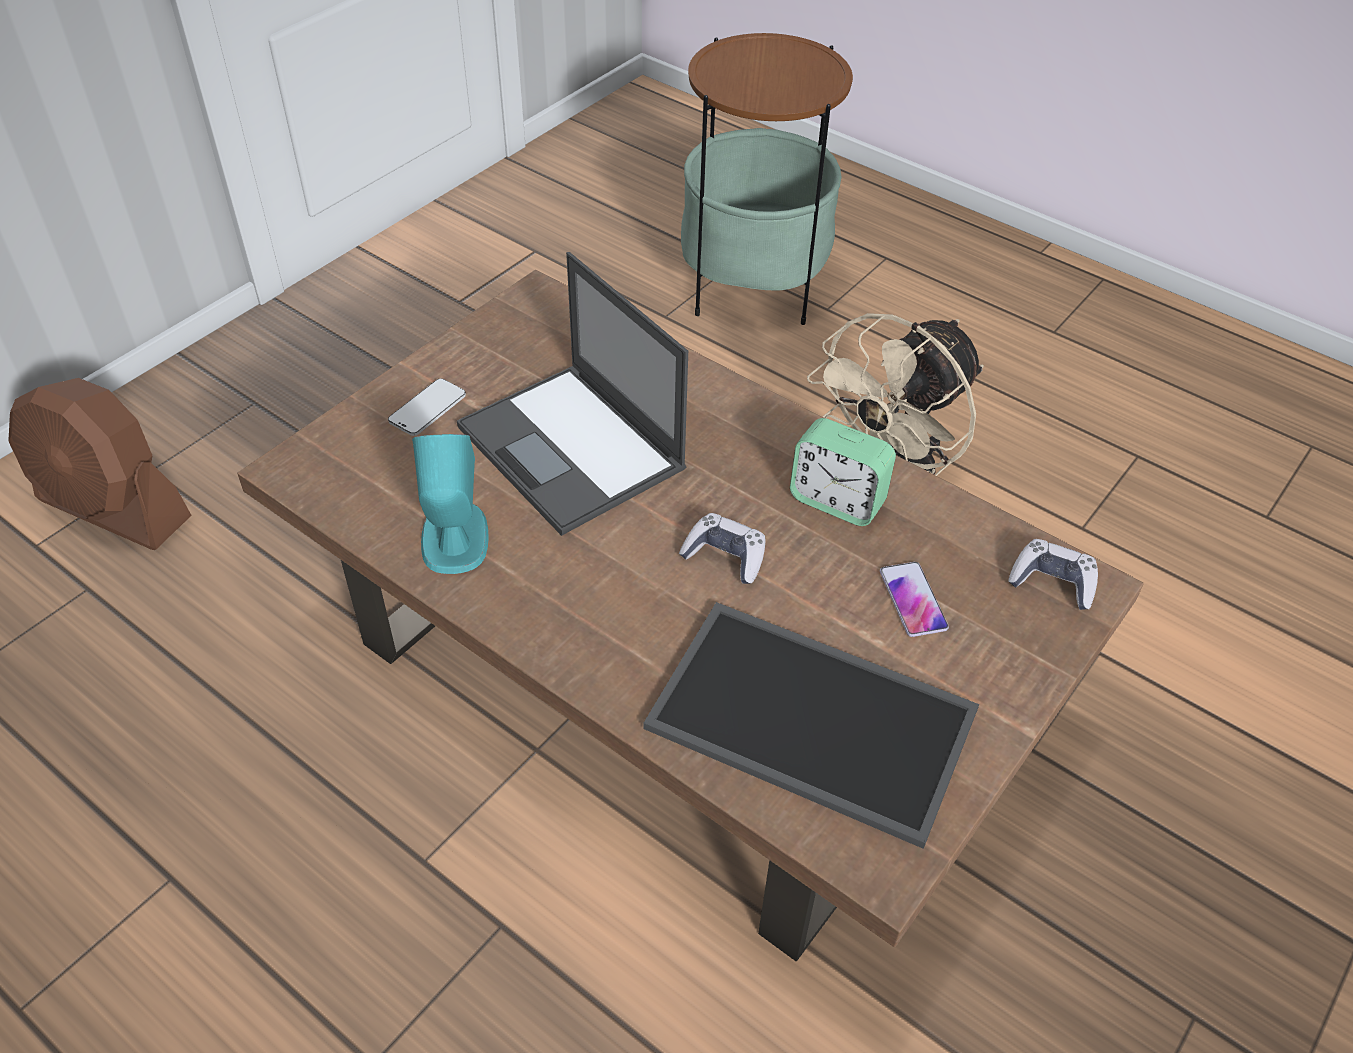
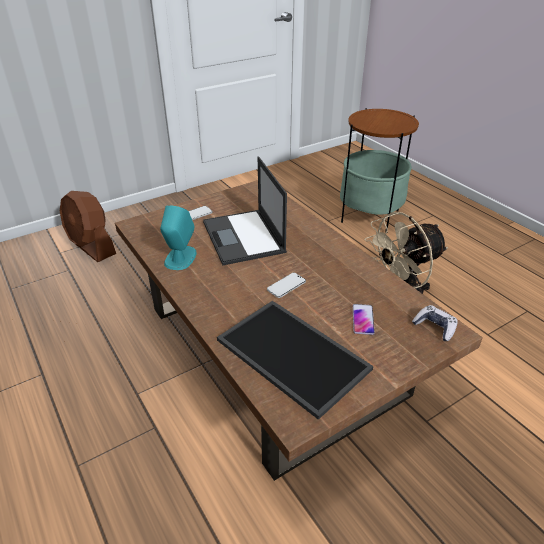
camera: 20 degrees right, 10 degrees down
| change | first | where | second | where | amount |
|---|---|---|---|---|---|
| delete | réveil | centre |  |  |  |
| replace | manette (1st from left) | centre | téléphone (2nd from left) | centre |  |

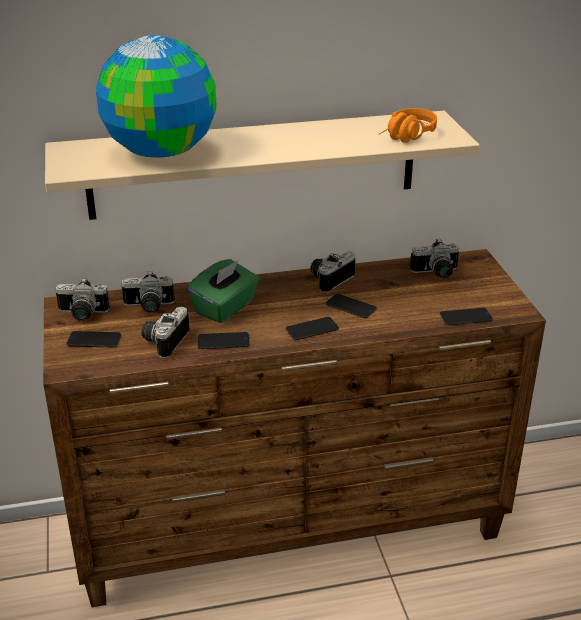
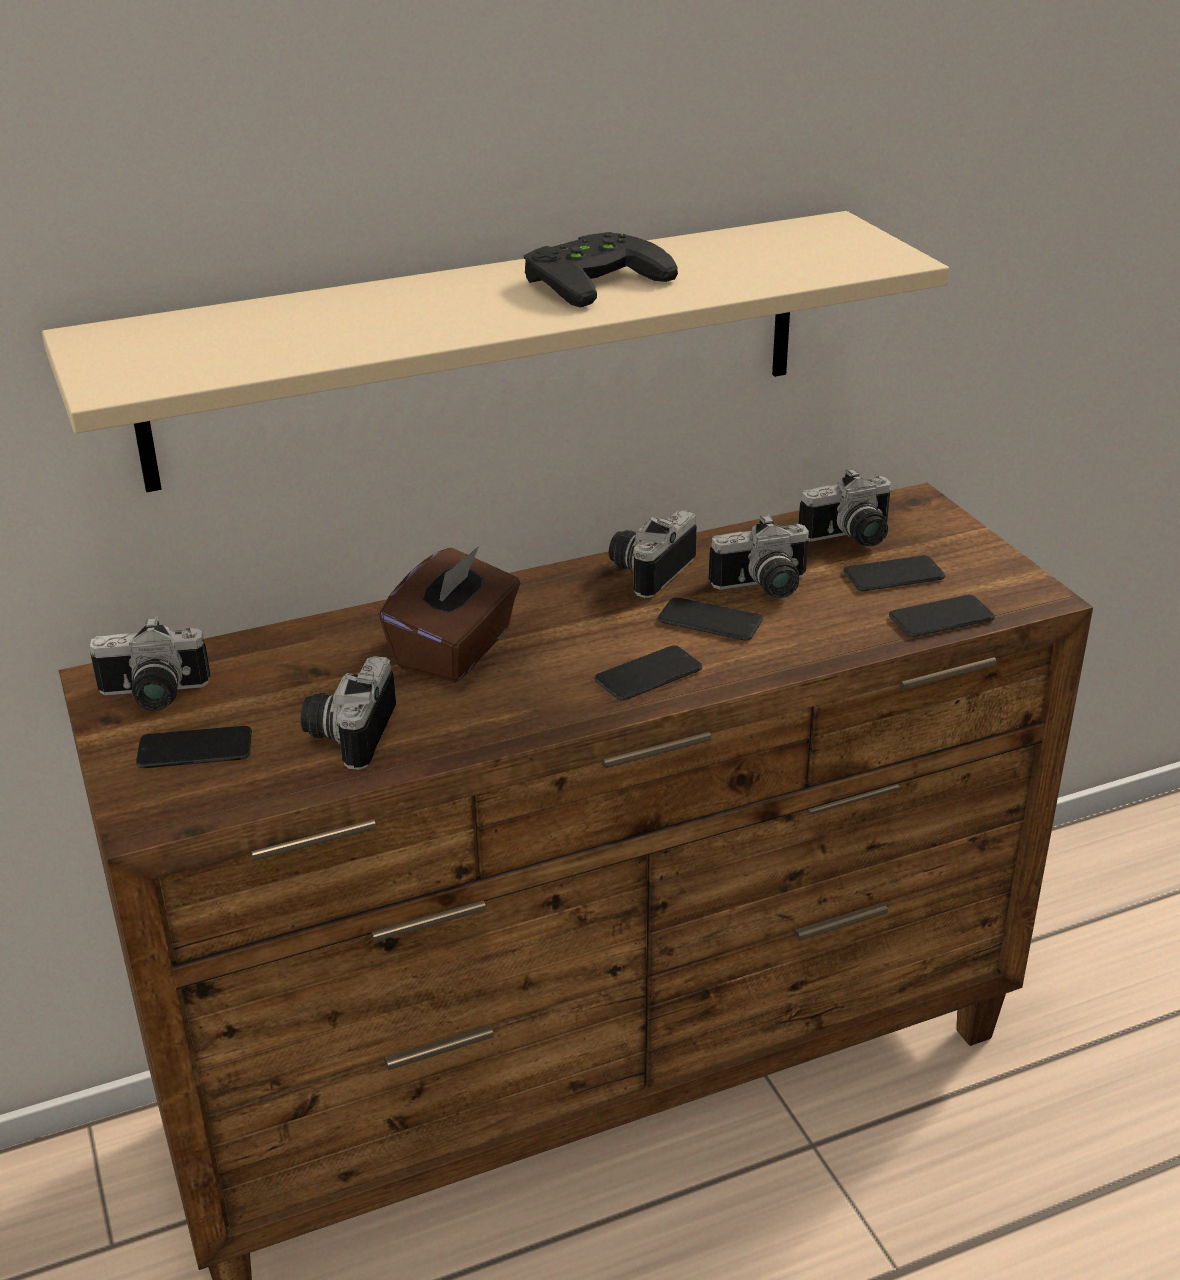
camera: 10 degrees left, 0 degrees up
| change | first | where | second | where | amount |
|---|---|---|---|---|---|
| delete | globe | top left |  |  |  |
| delete | casque audio (orange) | top right |  |  |  |
| insert |  |  | manette (noir) | top centre |  |
| move | appareil photo (2nd from left in the first image) | middle left | appareil photo (4th from left) | centre |  |
| move | téléphone (2nd from left in the first image) | centre | téléphone (4th from left) | middle right |  |
| recolor | boîte à mouchoirs (vert) | centre | boîte à mouchoirs (marron) | centre |  |

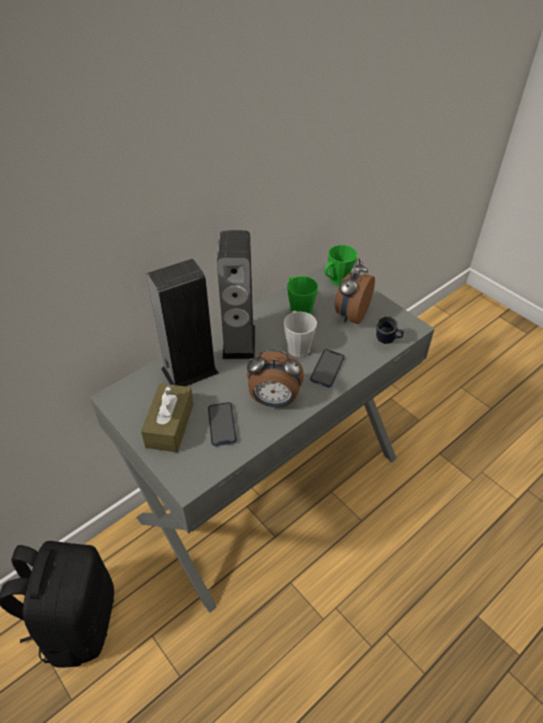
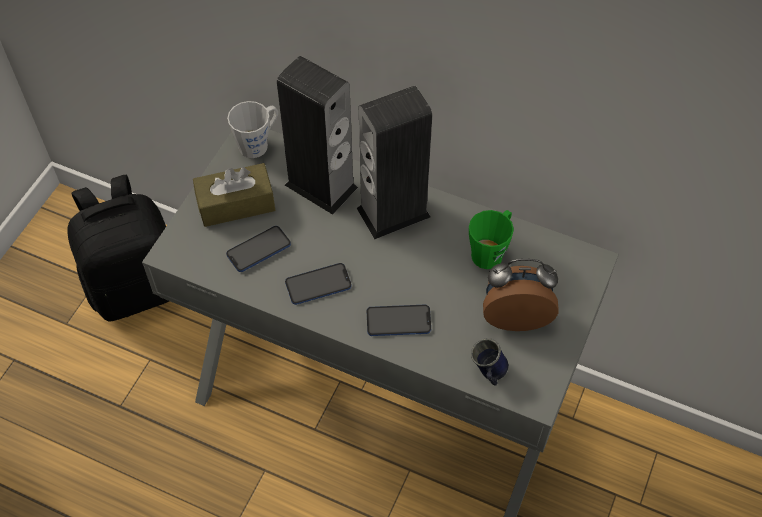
camera: 65 degrees right, 10 degrees up
| change | first | where | second | where | amount |
|---|---|---|---|---|---|
| delete | mug (vert) (2nd from left) | centre |  |  |  |
| move | mug (gris) | centre |  | top left |  |
| replace | réveil (1st from left) | centre | téléphone (2nd from left) | centre |  |

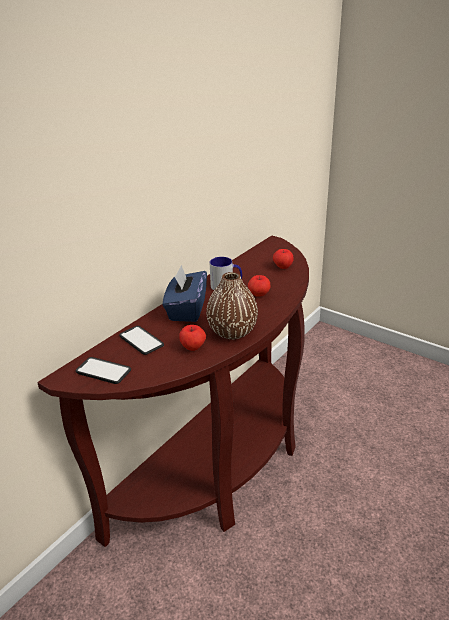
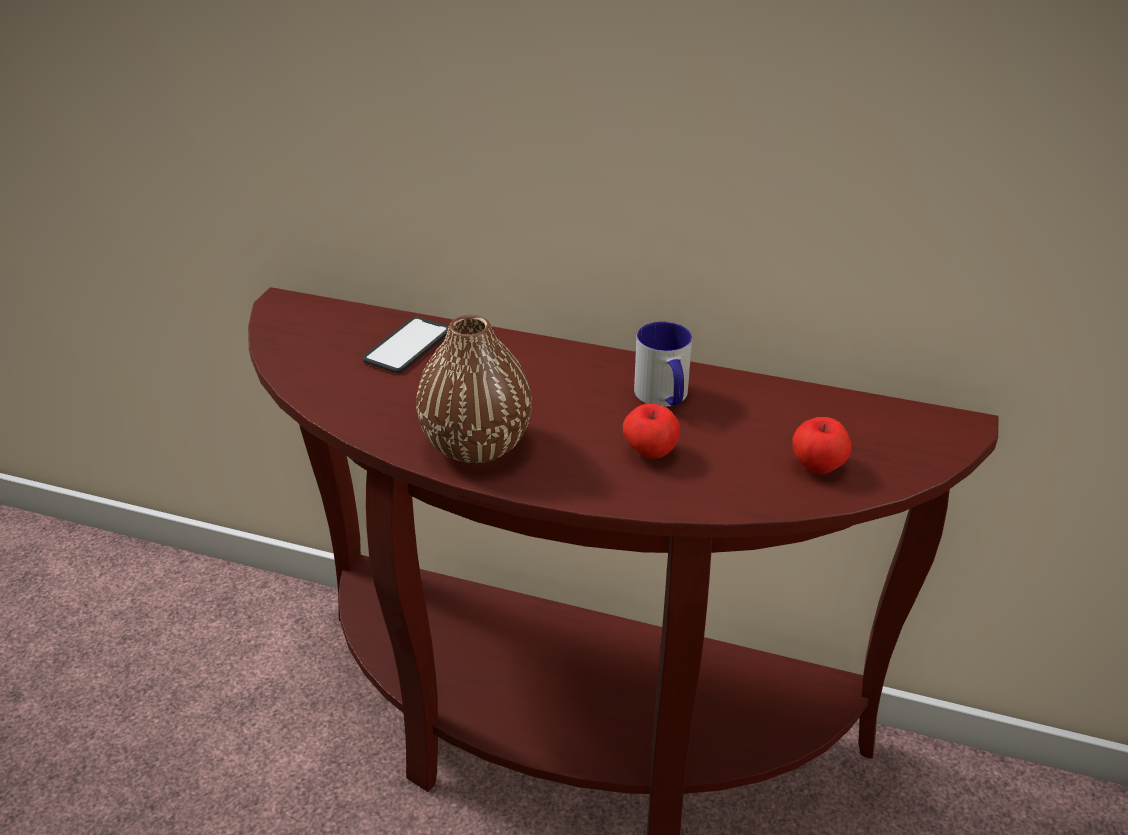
camera: 70 degrees right, 5 degrees up
| change | first | where | second | where | amount |
|---|---|---|---|---|---|
| delete | téléphone (1st from left) | middle left |  |  |  |
| delete | boîte à mouchoirs (bleu) | centre |  |  |  |
| delete | pomme (1st from left) | centre |  |  |  |

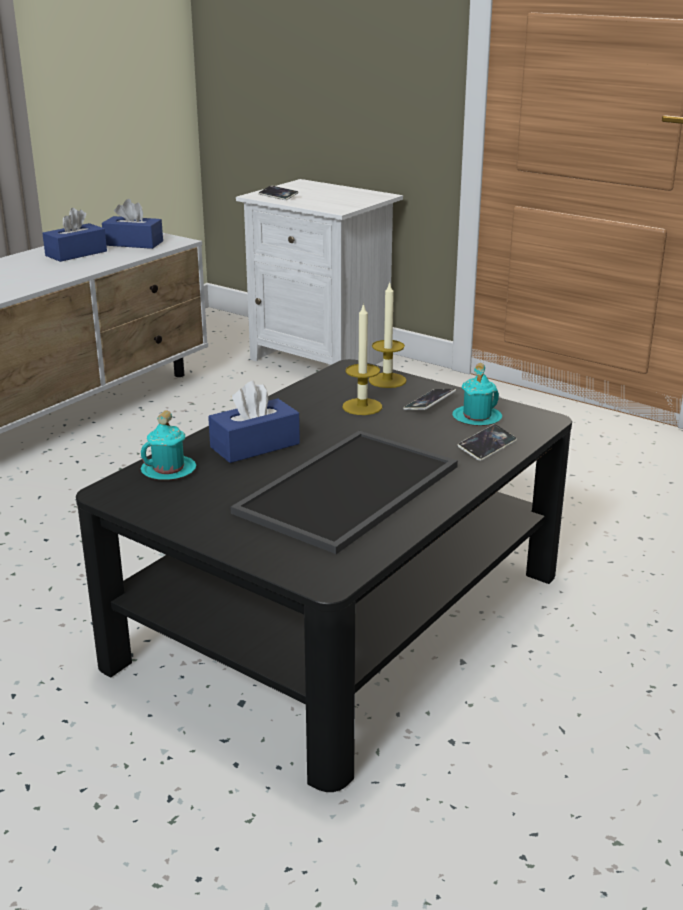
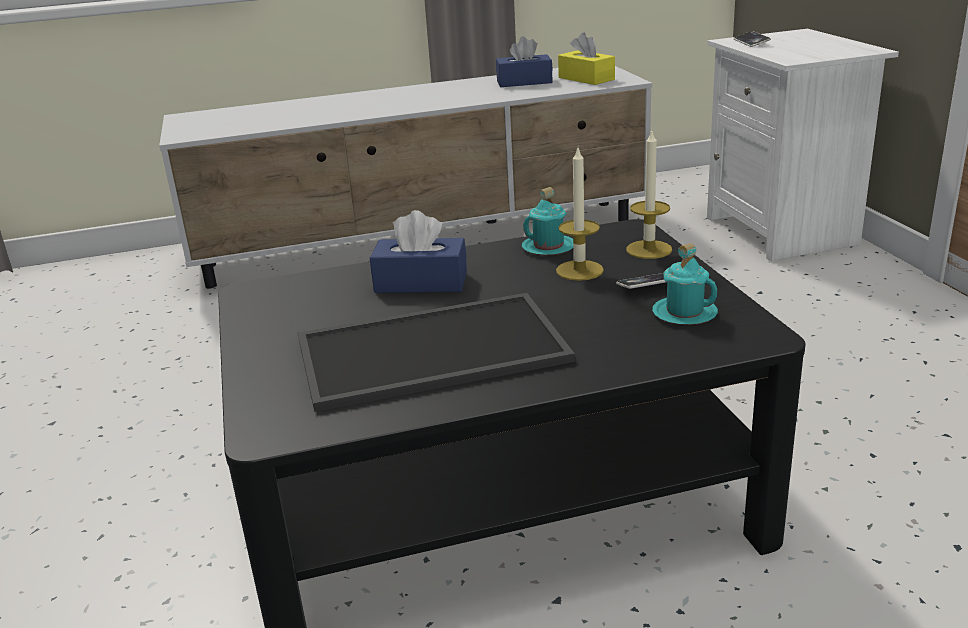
camera: 40 degrees right, 0 degrees up
| change | first | where | second | where | amount |
|---|---|---|---|---|---|
| delete | téléphone (3rd from left) | middle right |  |  |  |
| move | mug (turquoise) (1st from left) | middle left |  | centre |  |
| recolor | boîte à mouchoirs (bleu) (2nd from left) | top left | boîte à mouchoirs (jaune) | top centre |  |

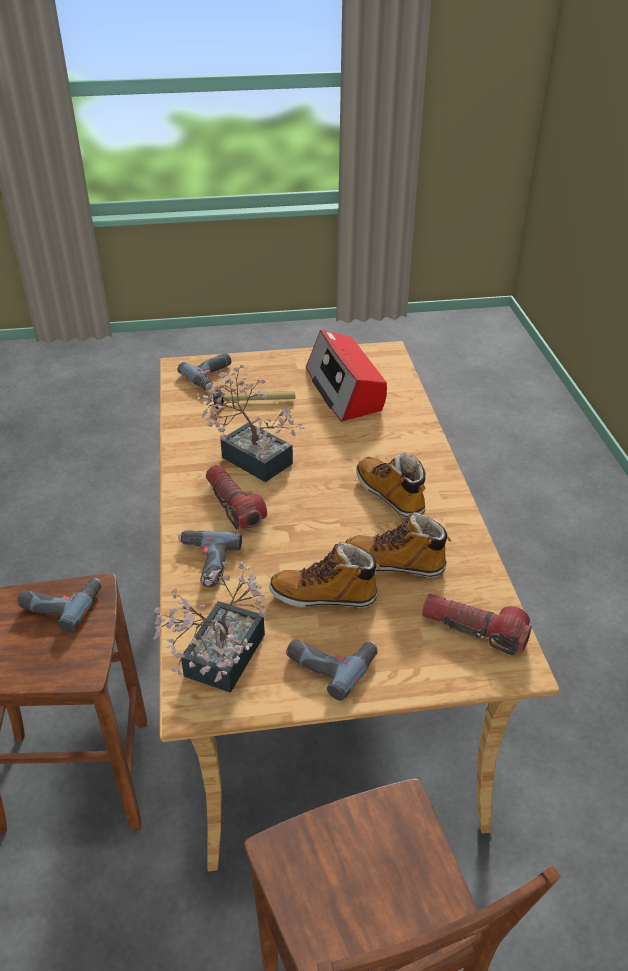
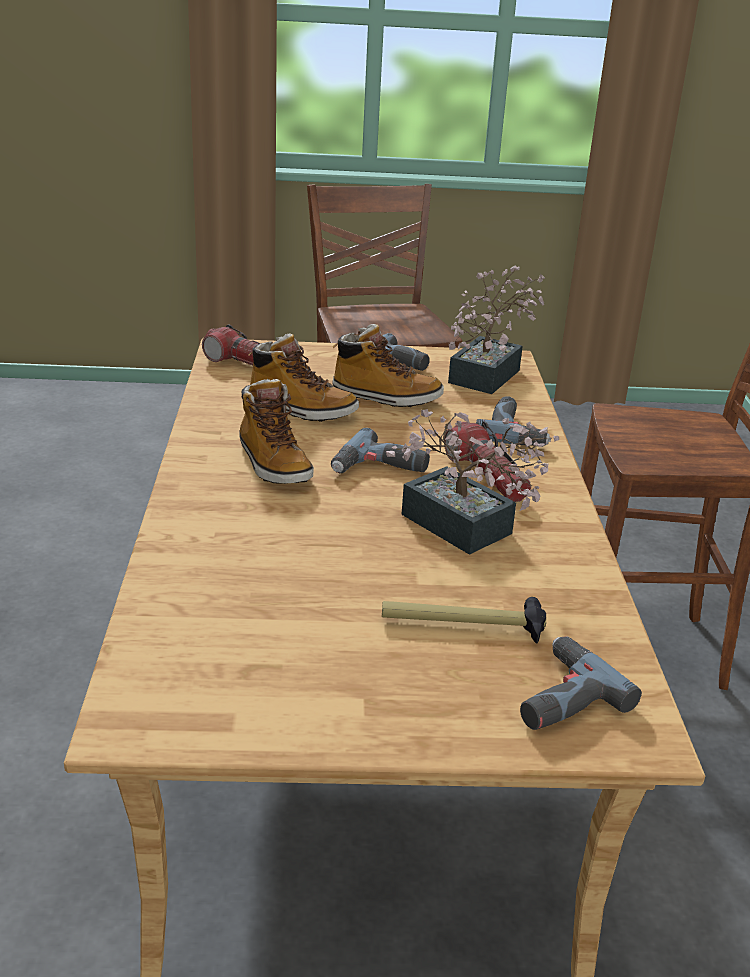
camera: 175 degrees left, 10 degrees down
| change | first | where | second | where | amount |
|---|---|---|---|---|---|
| delete | radio | centre |  |  |  |
| move | perceuse (1st from left) | middle left |  | centre |  |

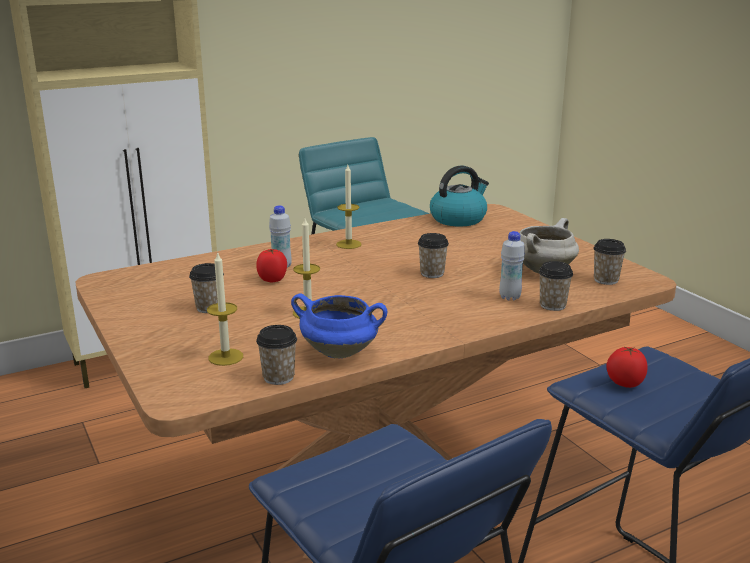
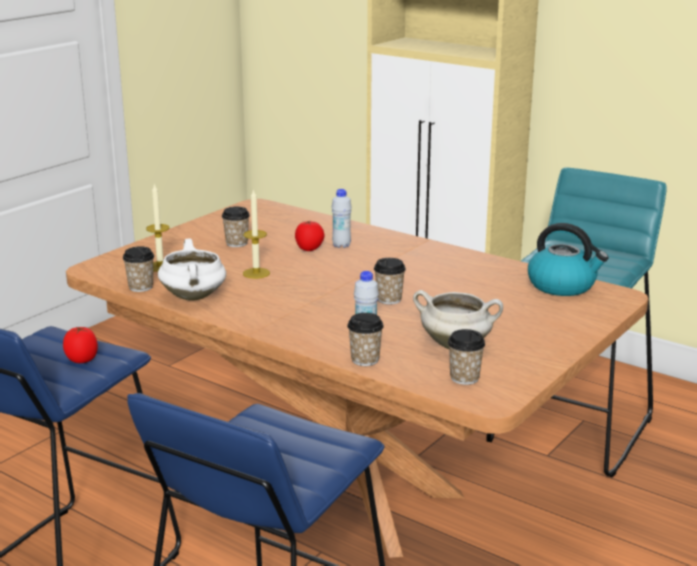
camera: 65 degrees right, 0 degrees up
| change | first | where | second | where | amount |
|---|---|---|---|---|---|
| delete | bougie (3rd from left) | centre |  |  |  |
| move | tomate (2nd from left in the first image) | middle right | tomate (1st from left) | middle left |  |
| recolor | marmite (bleu) | centre | marmite (blanc) (1st from left) | middle left |  |

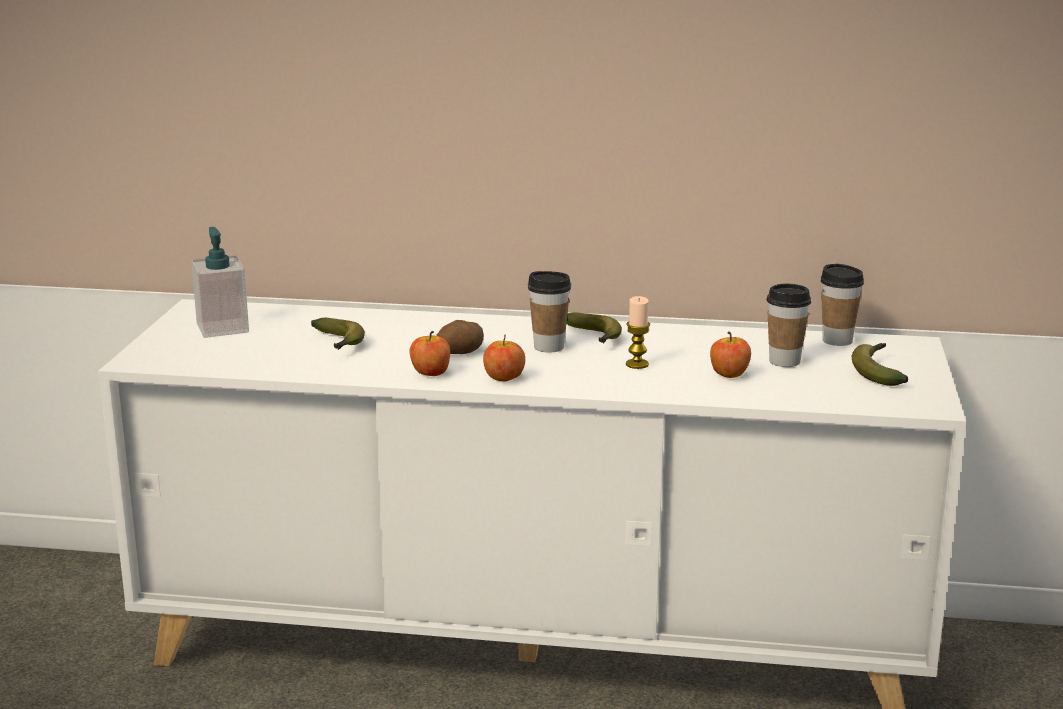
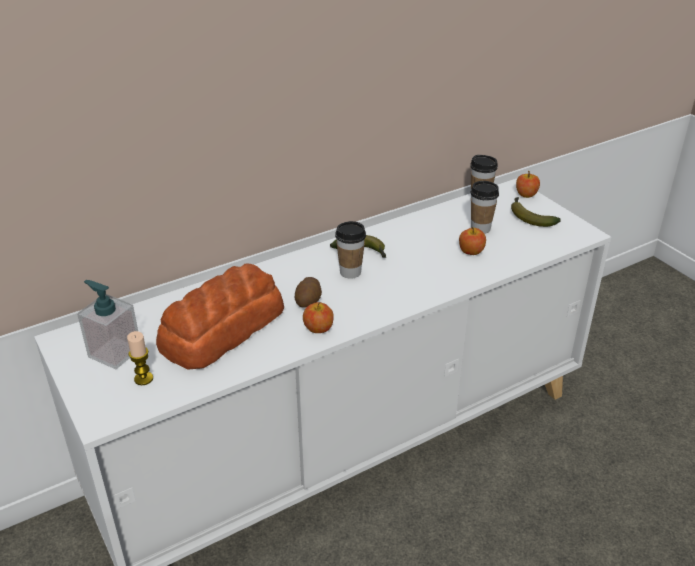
camera: 40 degrees left, 15 degrees up
| change | first | where | second | where | amount |
|---|---|---|---|---|---|
| move | pomme (2nd from left in the first image) | centre | pomme (3rd from left) | top right |  |
| move | bougie | centre |  | middle left |  |
| replace | banane (1st from left) | middle left | pain | middle left |  |

